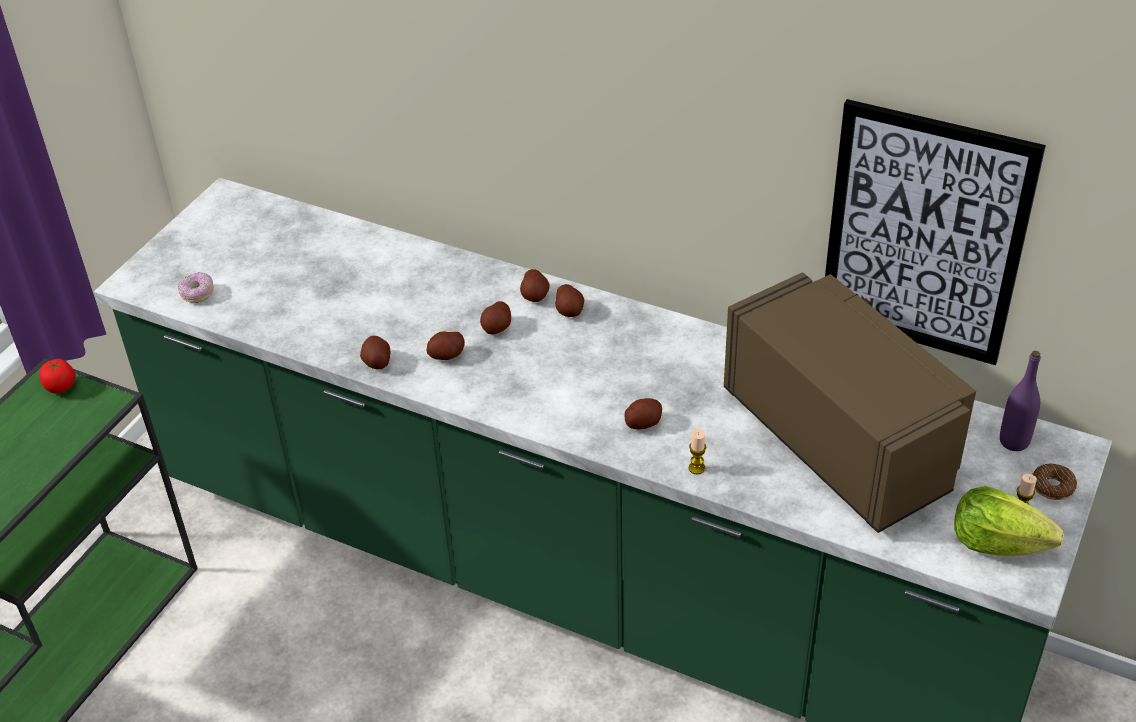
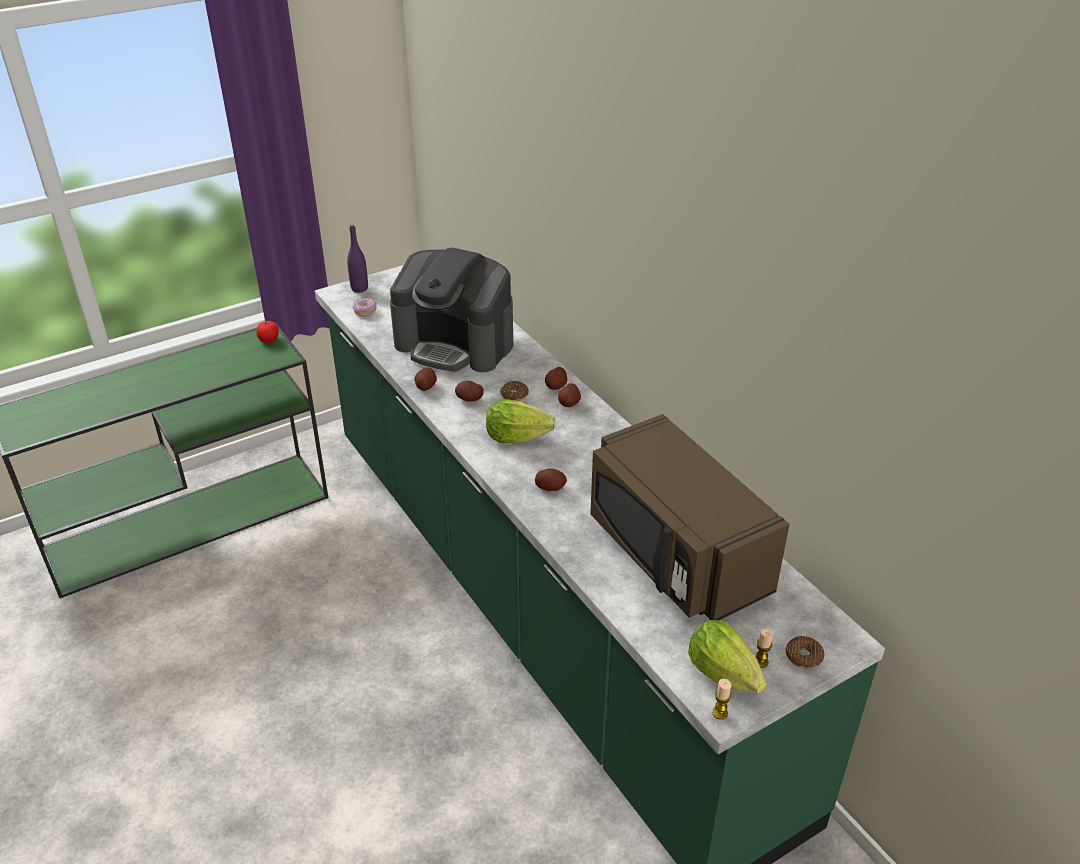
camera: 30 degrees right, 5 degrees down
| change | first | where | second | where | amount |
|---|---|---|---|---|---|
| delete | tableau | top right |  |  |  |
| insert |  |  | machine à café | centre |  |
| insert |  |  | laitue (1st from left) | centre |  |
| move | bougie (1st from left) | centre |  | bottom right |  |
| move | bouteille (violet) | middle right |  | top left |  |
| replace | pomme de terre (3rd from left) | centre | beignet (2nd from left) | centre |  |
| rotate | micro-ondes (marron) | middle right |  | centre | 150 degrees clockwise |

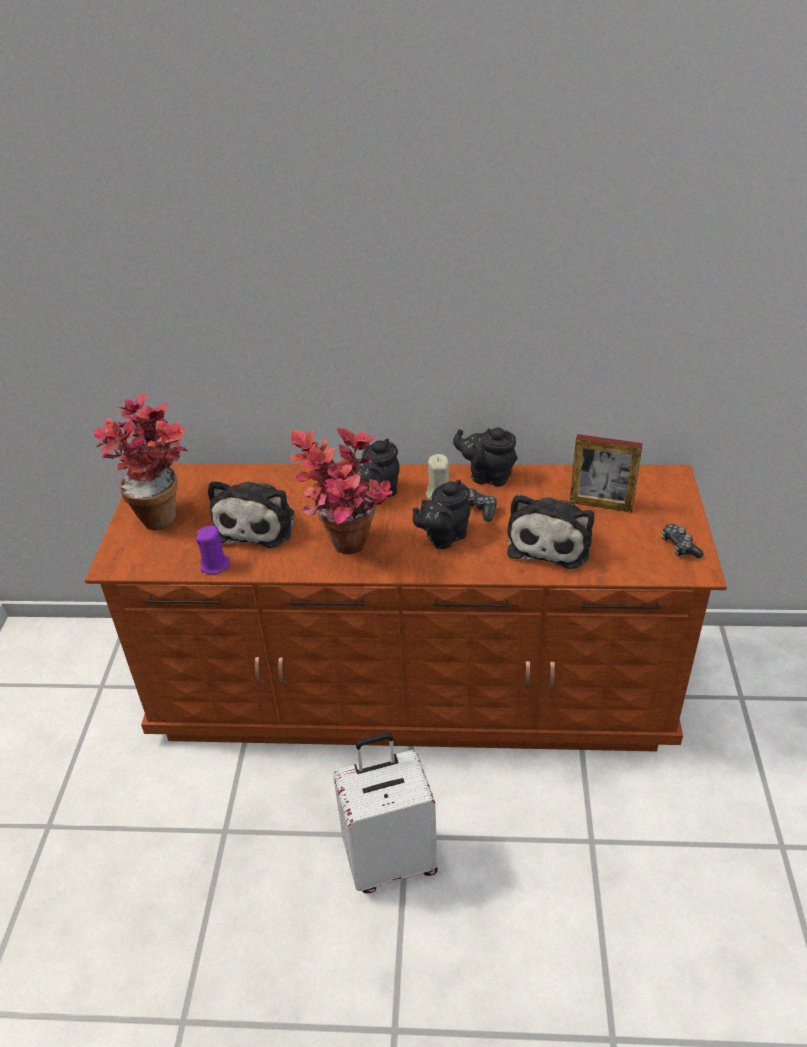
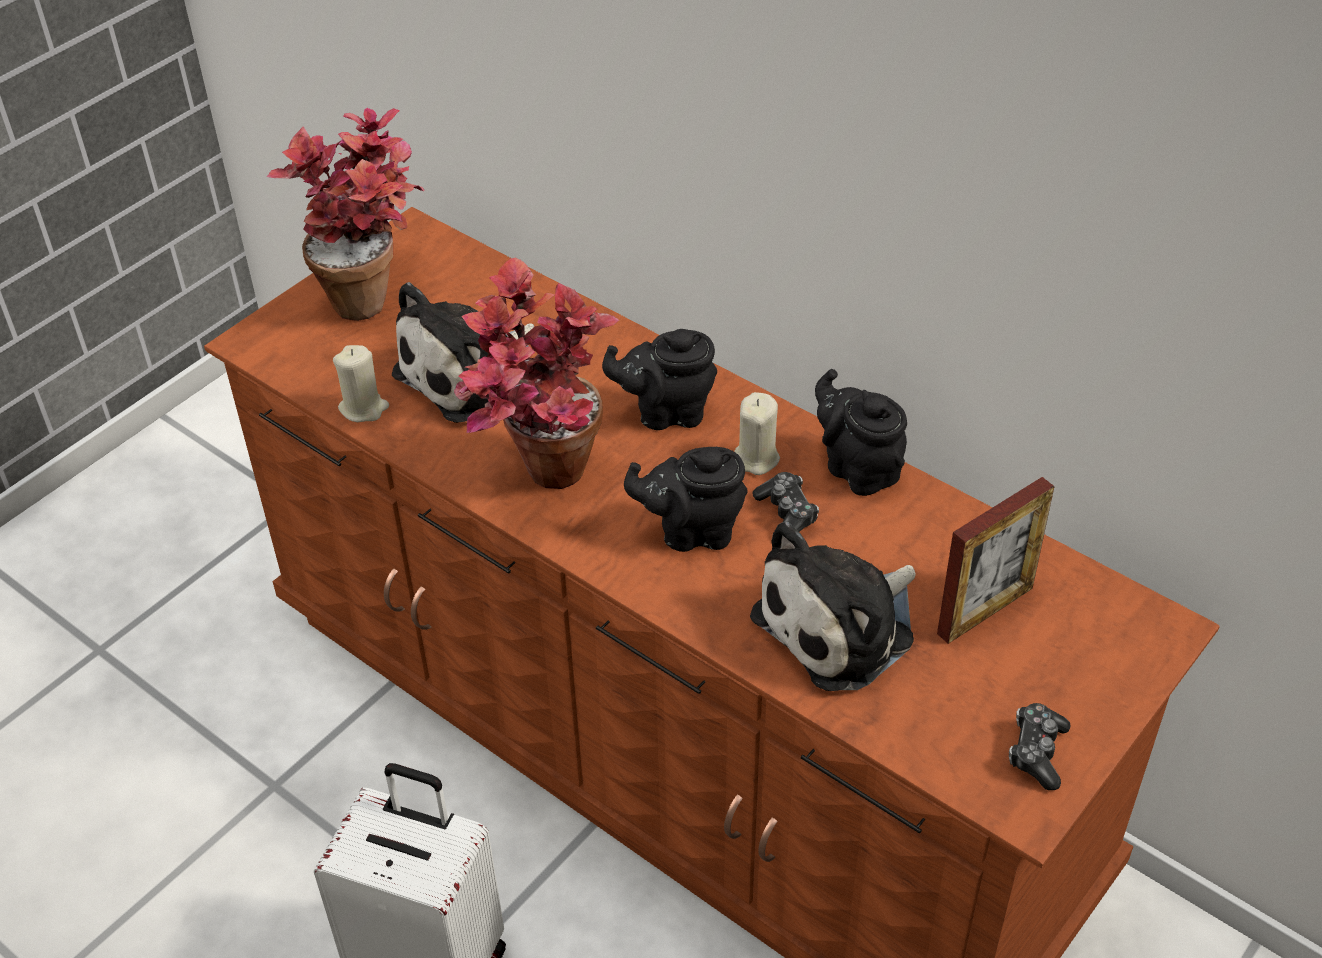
camera: 35 degrees right, 5 degrees up
| change | first | where | second | where | amount |
|---|---|---|---|---|---|
| recolor | bougie (violet) | middle left | bougie (beige) (1st from left) | middle left |  |
| rotate | cadre photo | middle right |  | middle right | 90 degrees counterclockwise |

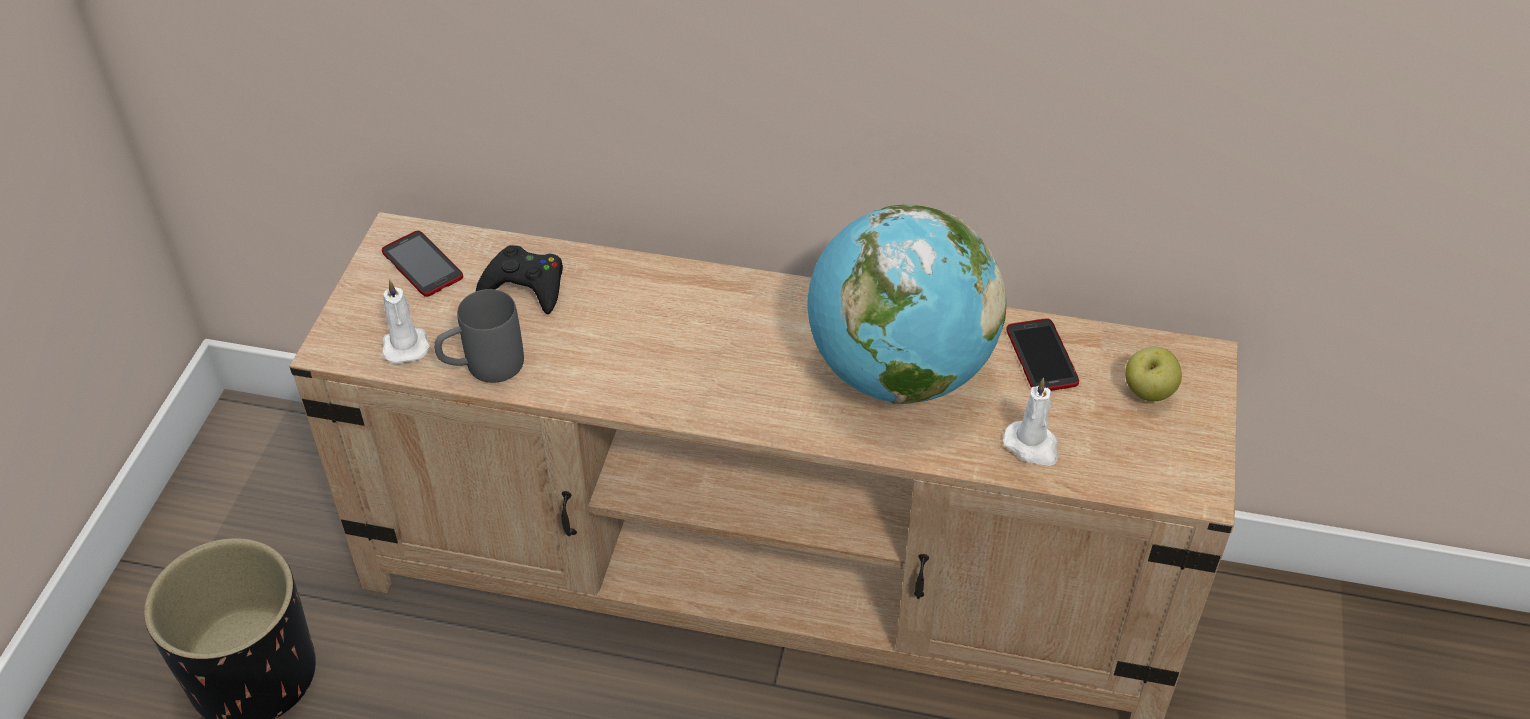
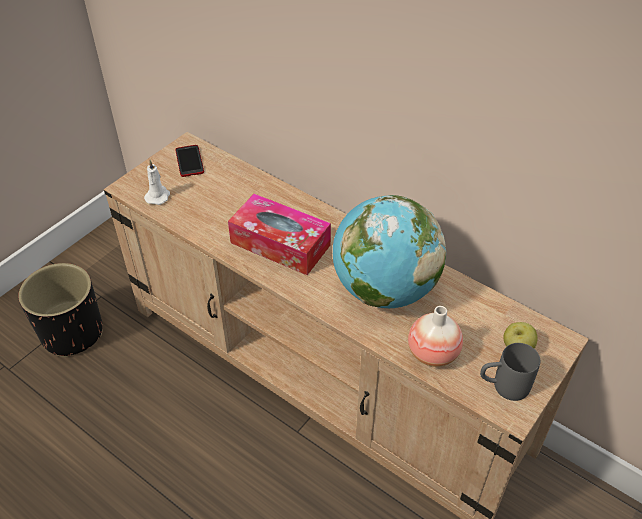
camera: 25 degrees right, 0 degrees up
| change | first | where | second | where | amount |
|---|---|---|---|---|---|
| delete | manette (noir) | centre |  |  |  |
| delete | téléphone (2nd from left) | middle right |  |  |  |
| insert |  |  | boîte à mouchoirs | centre |  |
| move | mug (gris) | middle left |  | bottom right |  |
| replace | bougie (blanc) (2nd from left) | middle right | vase | middle right |  |

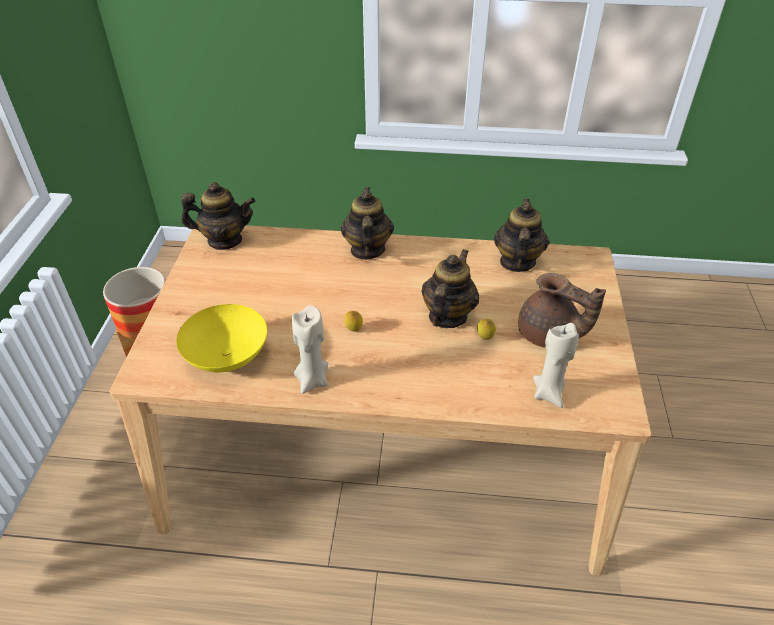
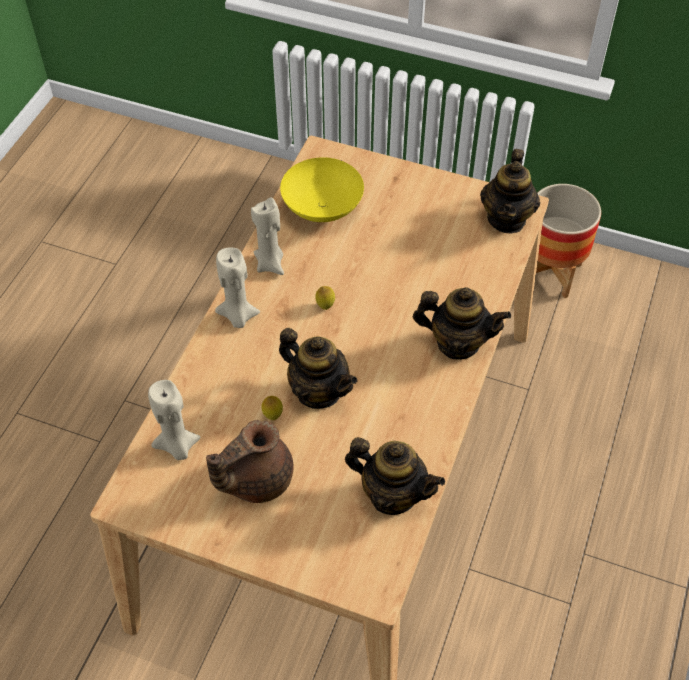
camera: 105 degrees right, 10 degrees up
| change | first | where | second | where | amount |
|---|---|---|---|---|---|
| insert |  |  | bougie (beige) (2nd from left) | centre |  |

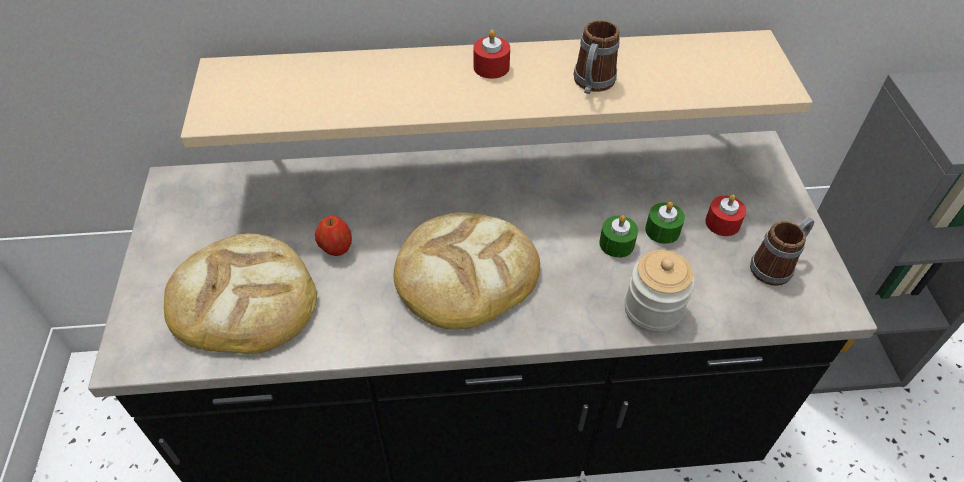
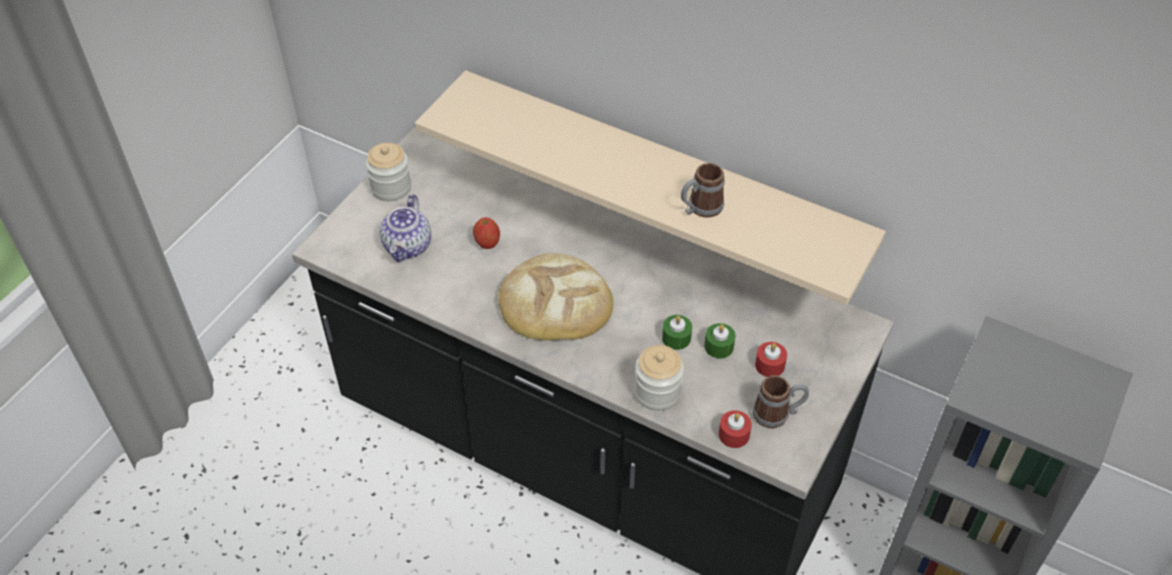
camera: 35 degrees right, 0 degrees up
| change | first | where | second | where | amount |
|---|---|---|---|---|---|
| insert |  |  | bocal (1st from left) | top left |  |
| move | bougie (rouge) (1st from left) | top centre |  | bottom centre |  |
| replace | pain (1st from left) | middle left | théière | centre |  |

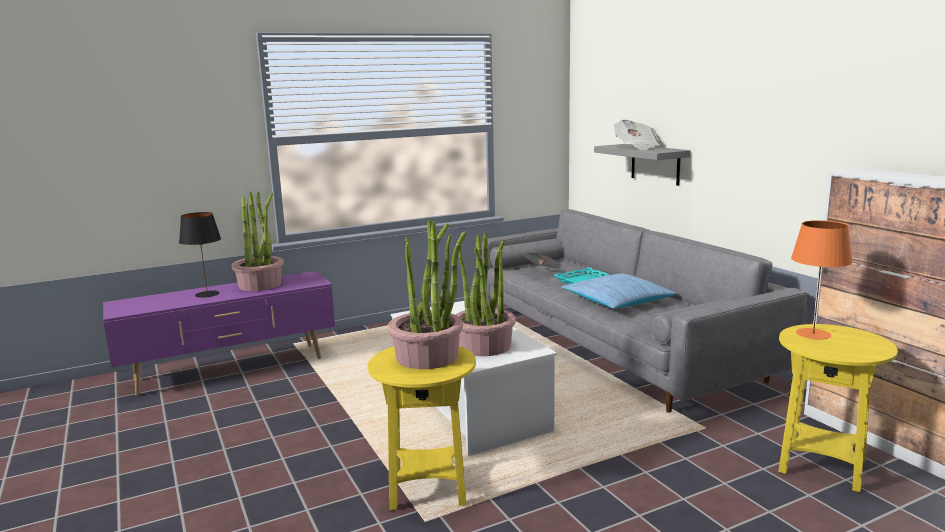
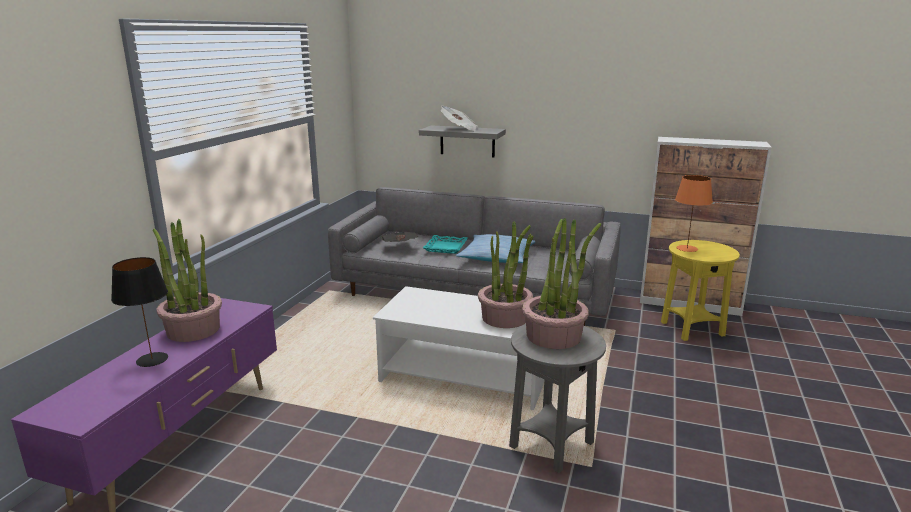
camera: 45 degrees left, 5 degrees up
| change | first | where | second | where | amount |
|---|---|---|---|---|---|
| recolor | table d'appoint (jaune) (1st from left) | bottom centre | table d'appoint (gris) | bottom centre |  |

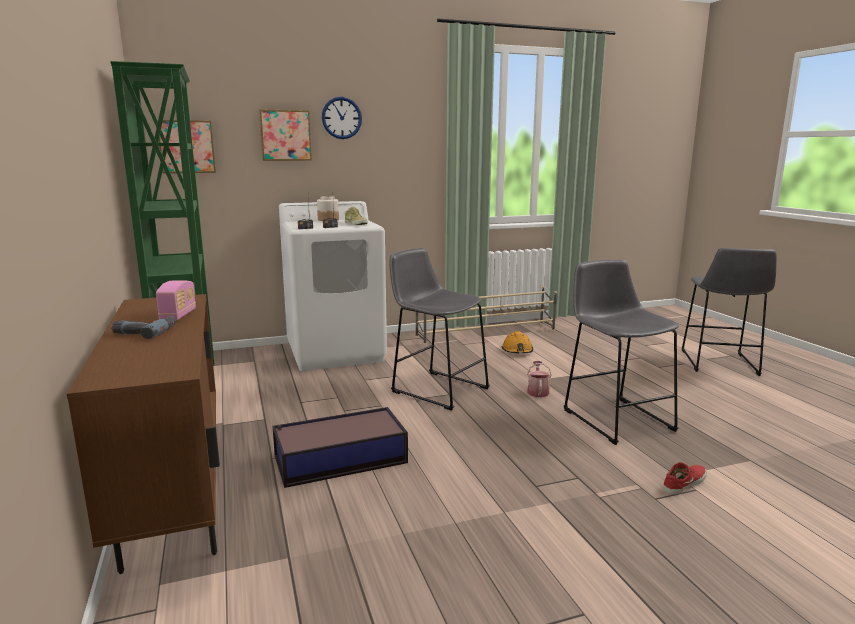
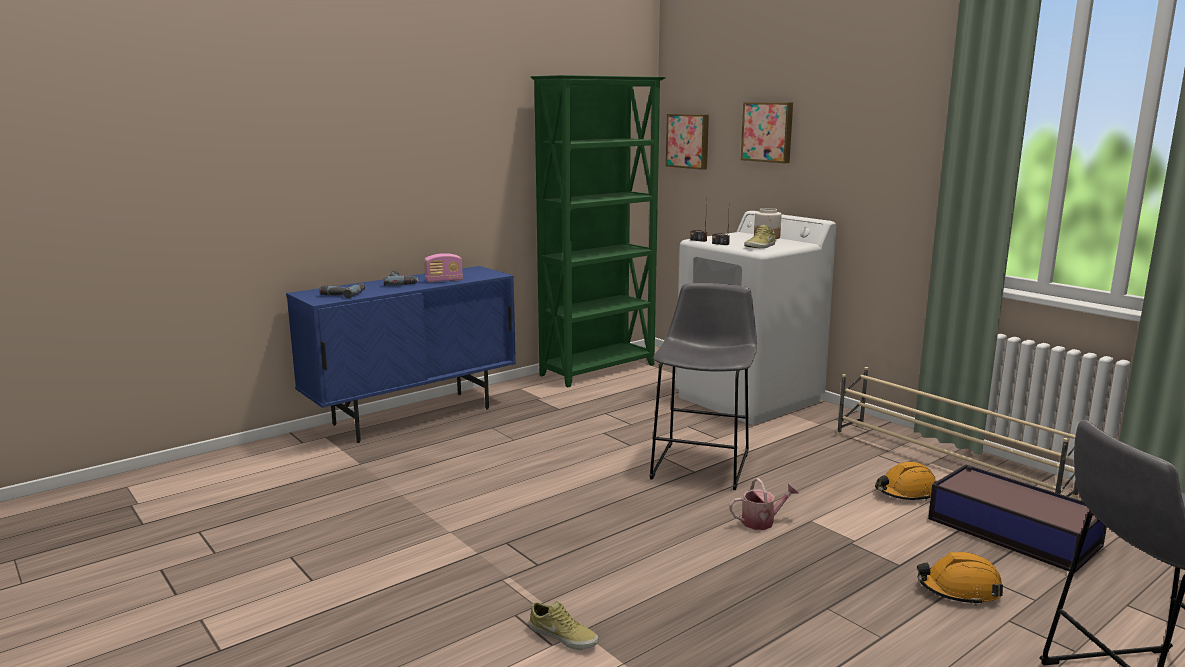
camera: 70 degrees right, 0 degrees up
| change | first | where | second | where | amount |
|---|---|---|---|---|---|
| delete | horloge murale | top centre |  |  |  |
| delete | tabouret (gris) (2nd from left) | middle right |  |  |  |
| insert |  |  | perceuse (1st from left) | middle left |  |
| insert |  |  | casque de chantier (orange) (2nd from left) | bottom right |  |
| move | boîte de rangement | bottom centre |  | bottom right |  |
| recolor | meuble de rangement (marron) | bottom left | meuble de rangement (bleu) | centre |  |
| recolor | chaussure (rouge) | bottom right | chaussure (beige) (1st from left) | bottom centre |  |

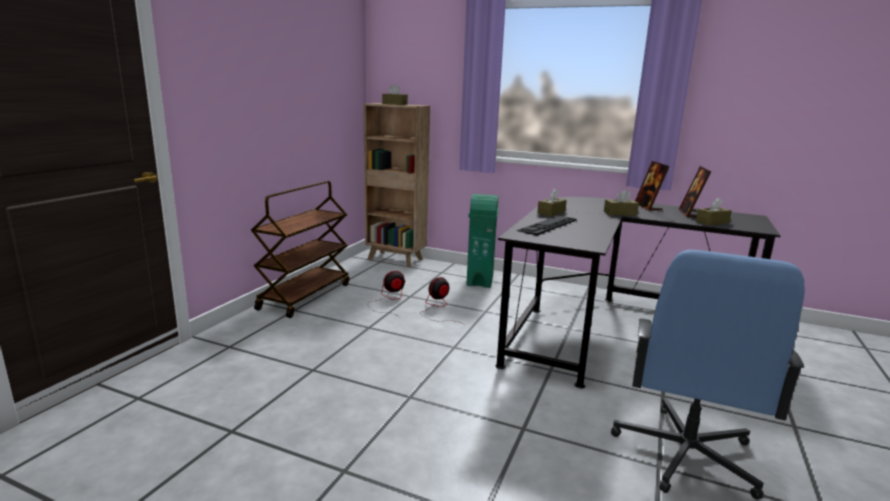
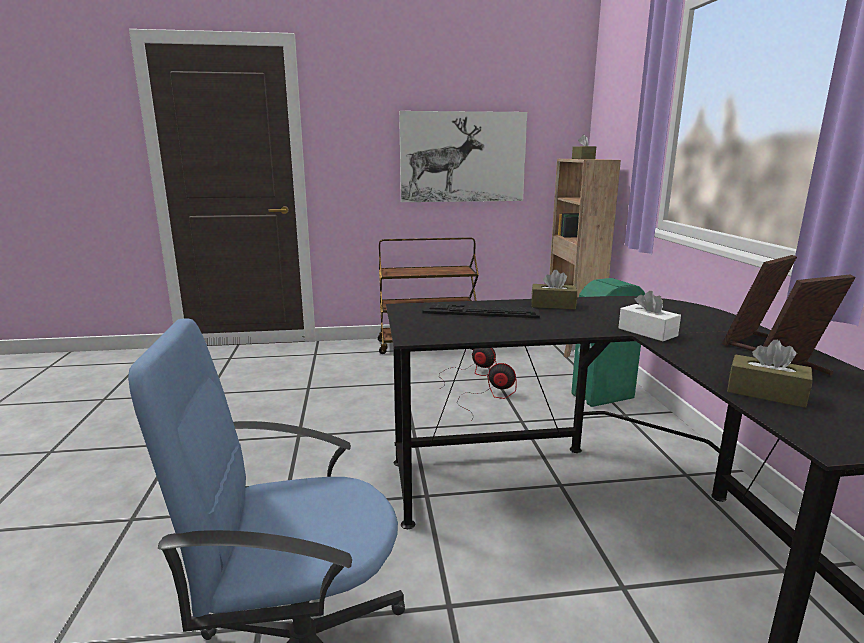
camera: 60 degrees right, 0 degrees up
| change | first | where | second | where | amount |
|---|---|---|---|---|---|
| insert |  |  | tableau | top centre |  |
| recolor | boîte à mouchoirs (marron) (3rd from left) | middle right | boîte à mouchoirs (blanc) | middle right |  |

